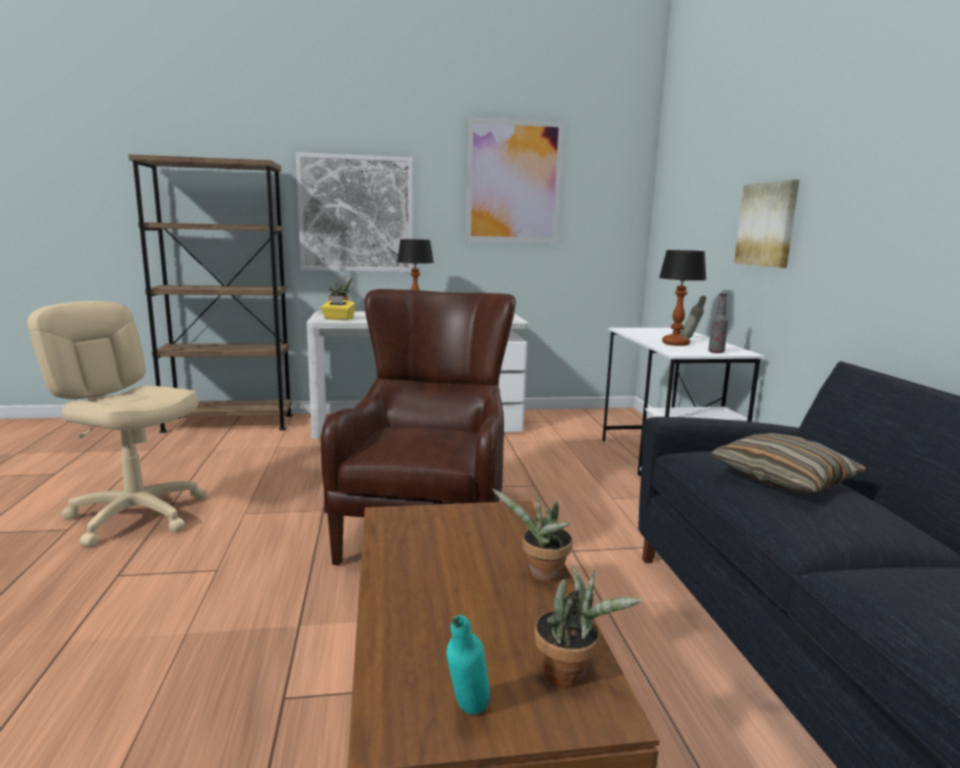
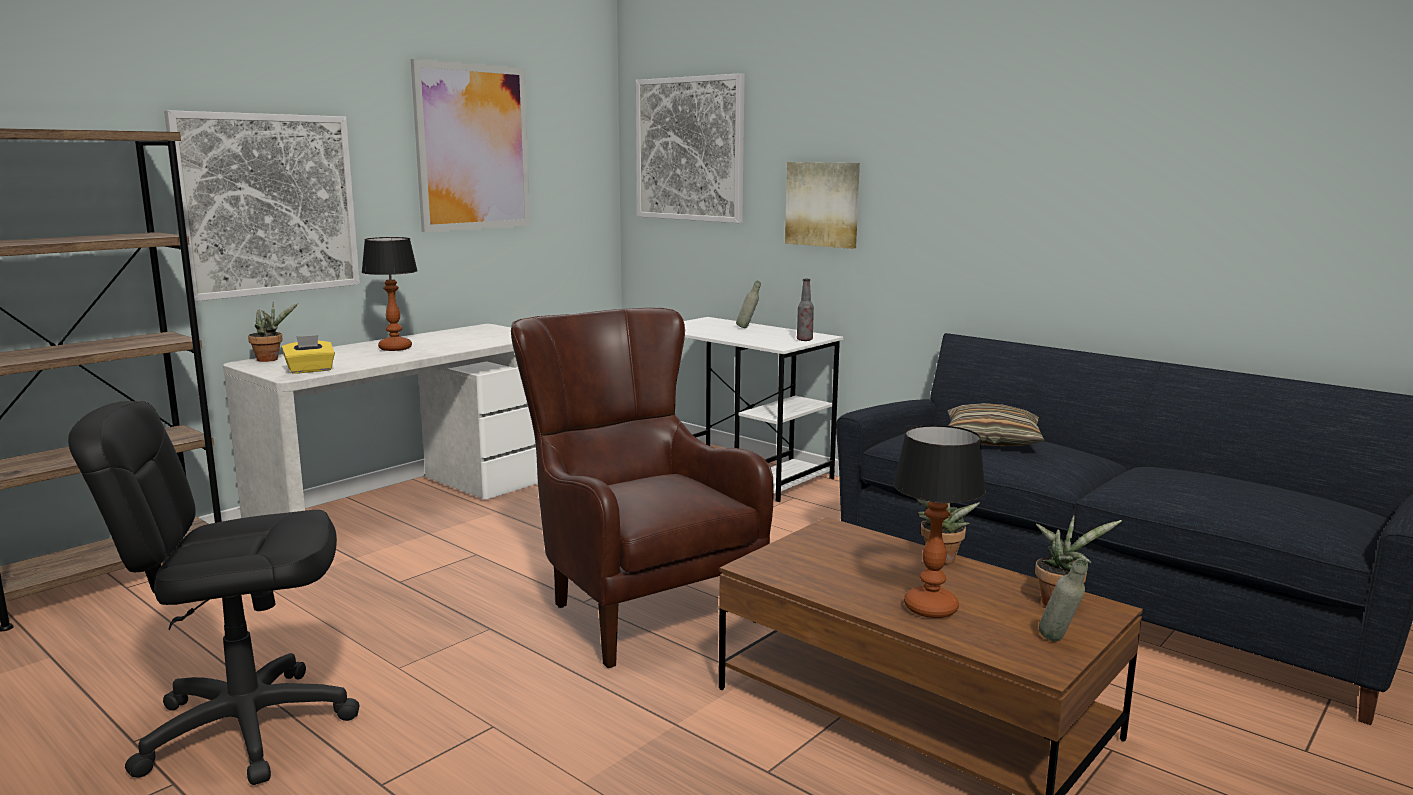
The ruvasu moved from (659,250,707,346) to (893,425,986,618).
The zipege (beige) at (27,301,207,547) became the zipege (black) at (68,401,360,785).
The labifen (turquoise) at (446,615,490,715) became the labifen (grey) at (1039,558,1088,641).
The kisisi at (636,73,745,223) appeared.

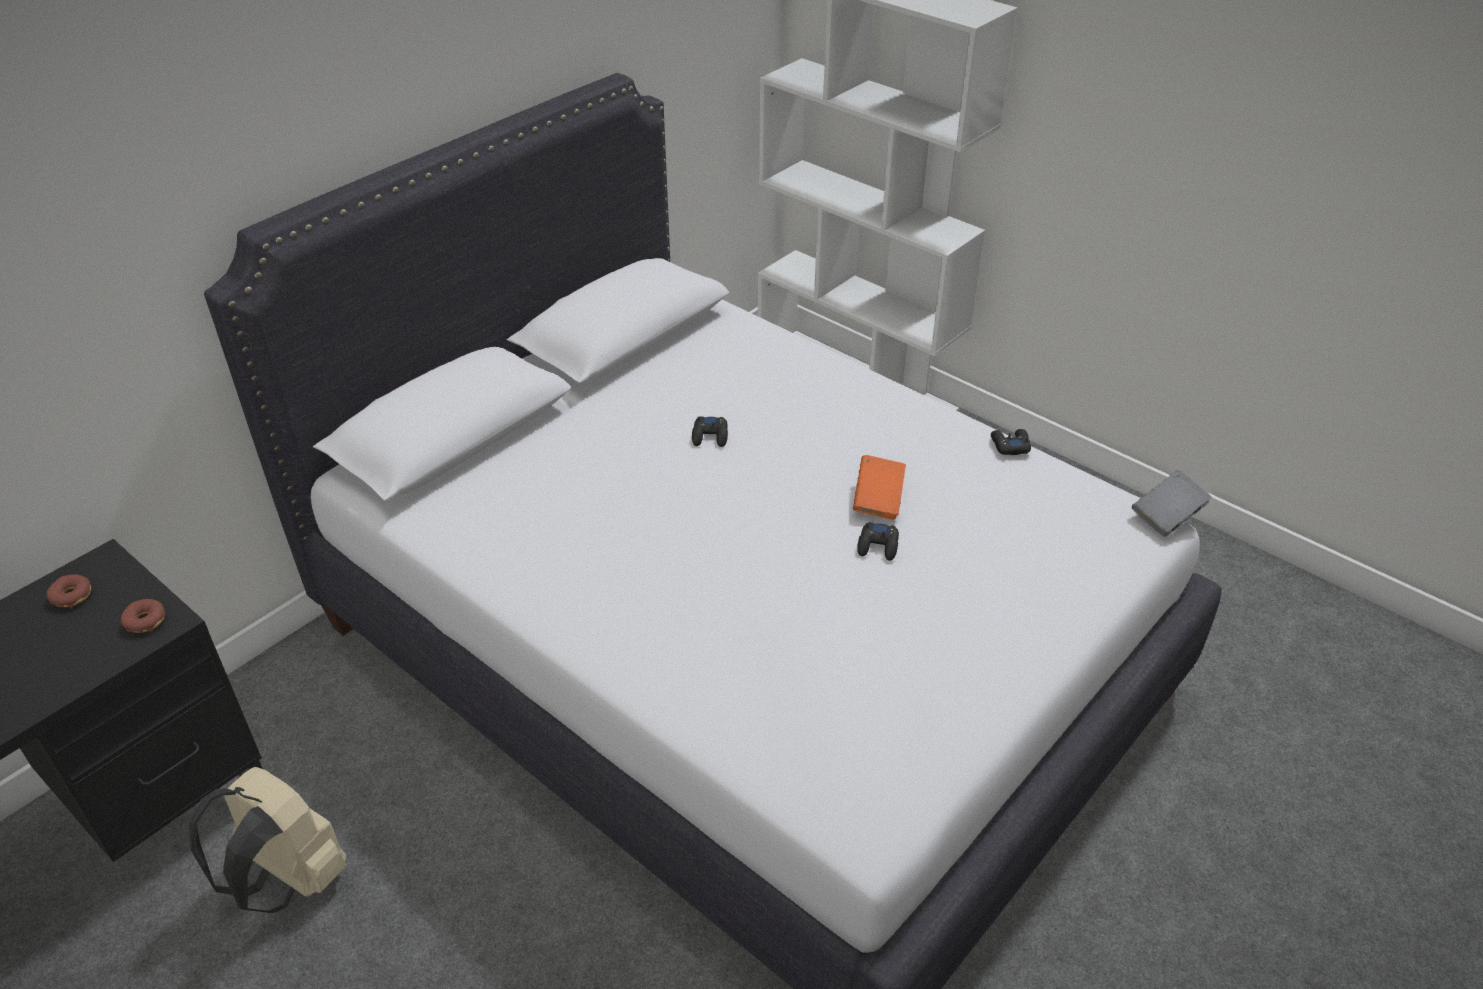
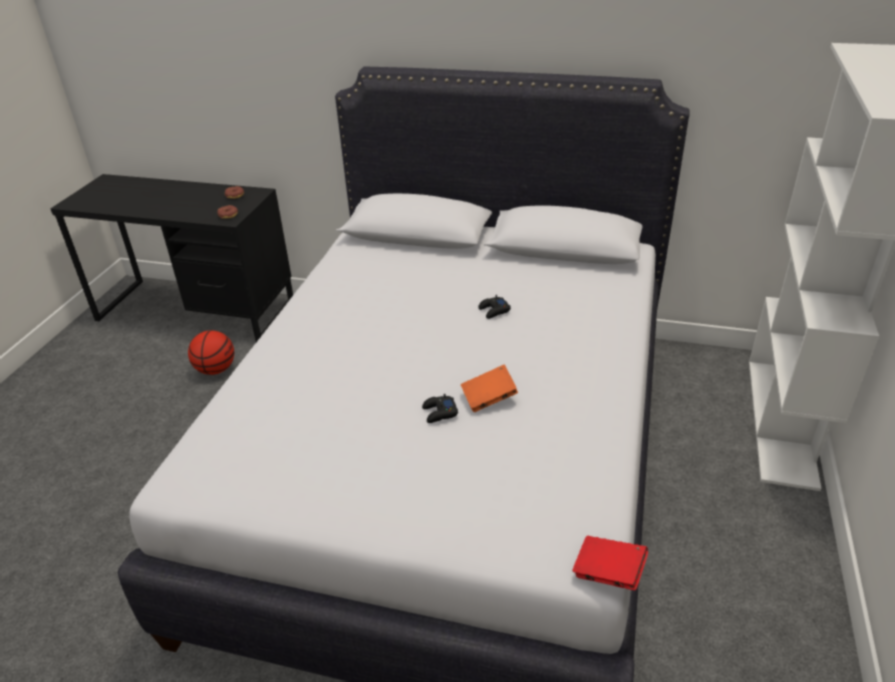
The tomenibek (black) at (991,429,1031,455) disappeared.
The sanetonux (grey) at (1132,470,1212,537) became the sanetonux (red) at (572,536,648,590).
The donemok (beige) at (189,767,347,913) was replaced by the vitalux at (188,330,234,375).

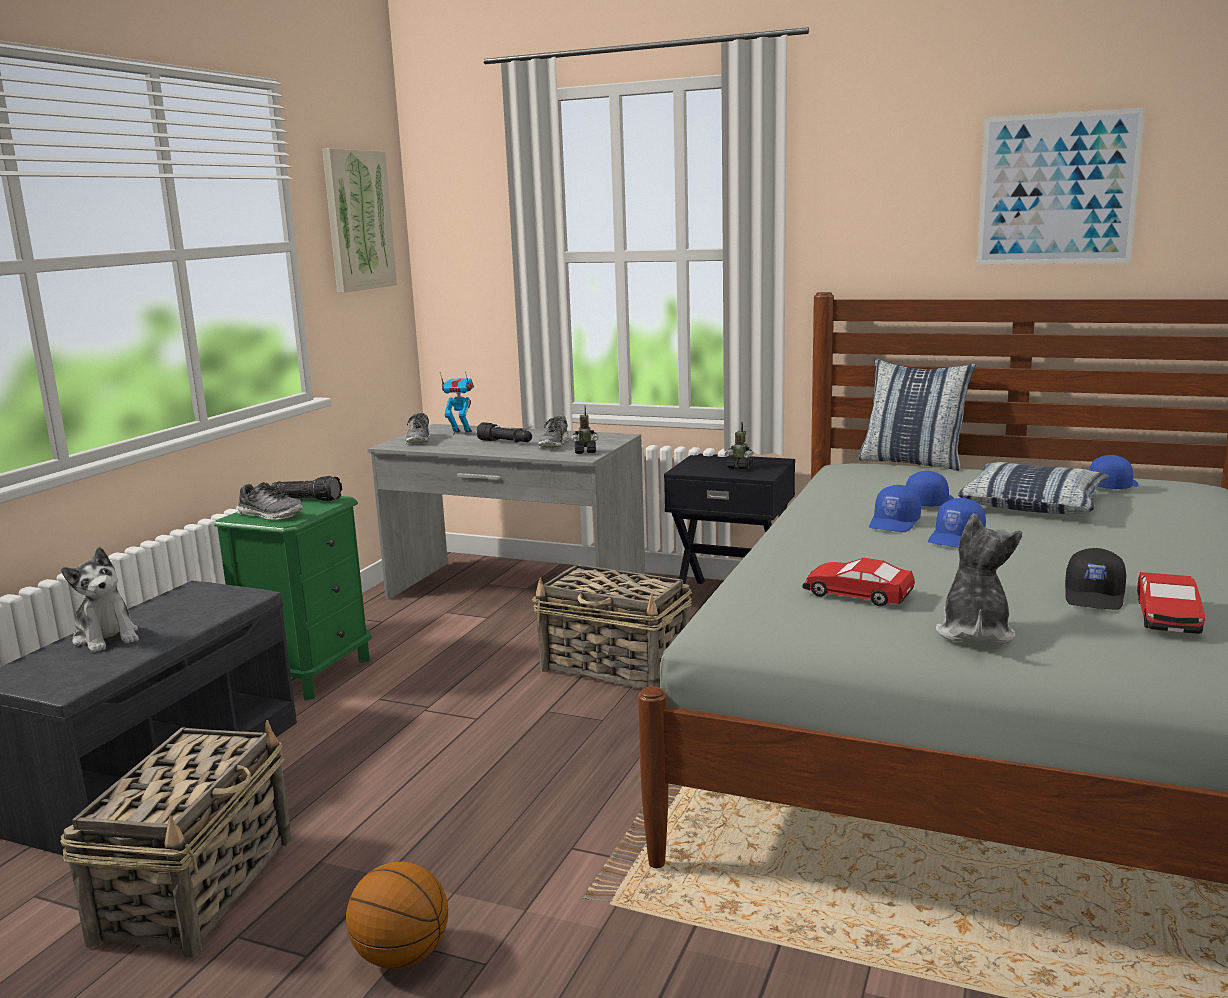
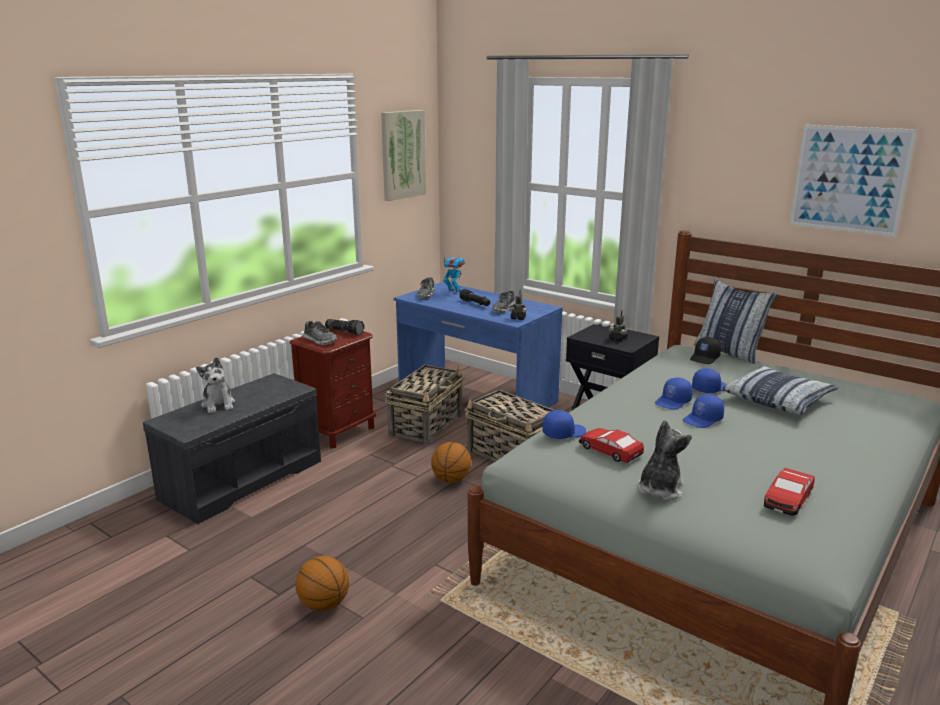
The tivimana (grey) at (367,424,645,600) became the tivimana (blue) at (394,282,563,408).
The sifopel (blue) moved from (1089,455,1139,489) to (542,410,586,439).
The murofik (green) at (214,496,372,700) became the murofik (brown) at (289,328,376,448).
The sifopel (black) moved from (1065,548,1126,610) to (690,337,721,364).
The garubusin moved from (60,720,292,958) to (385,364,463,446).
The vitalux at (431,442,471,483) appeared.

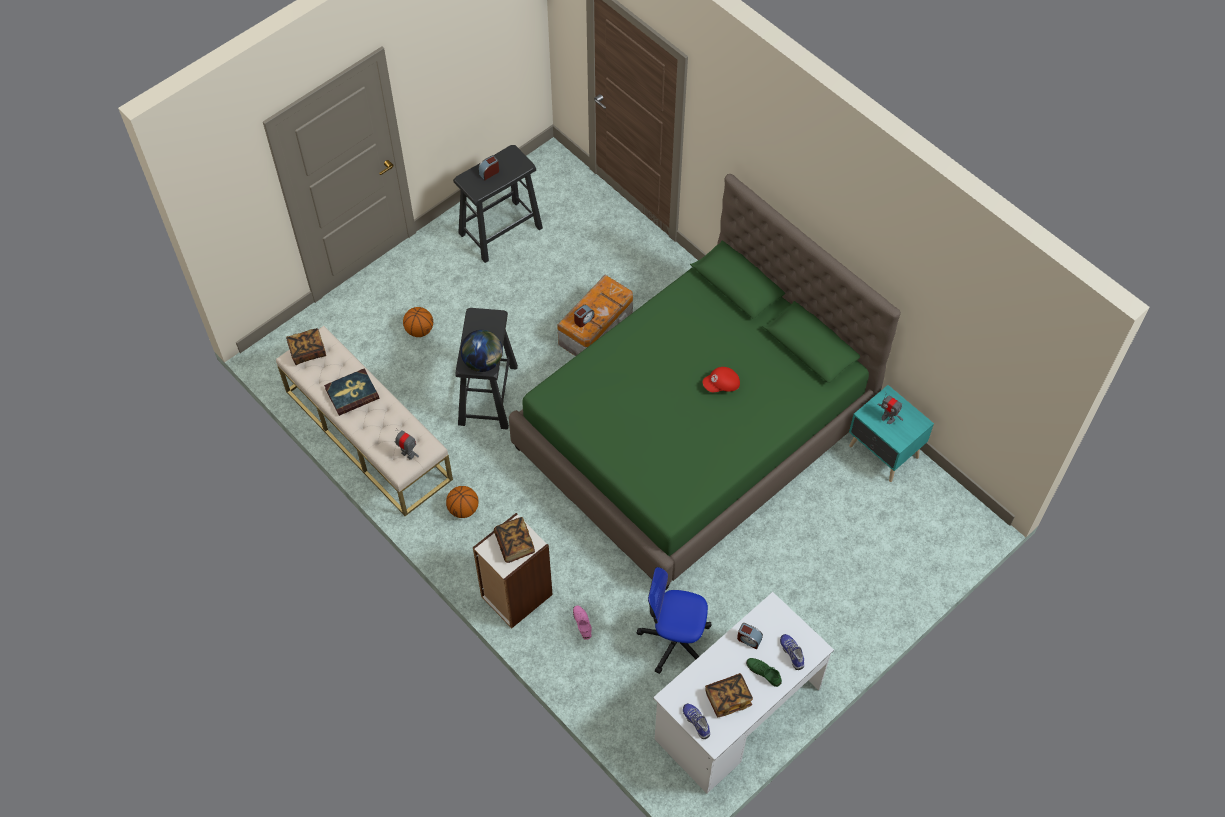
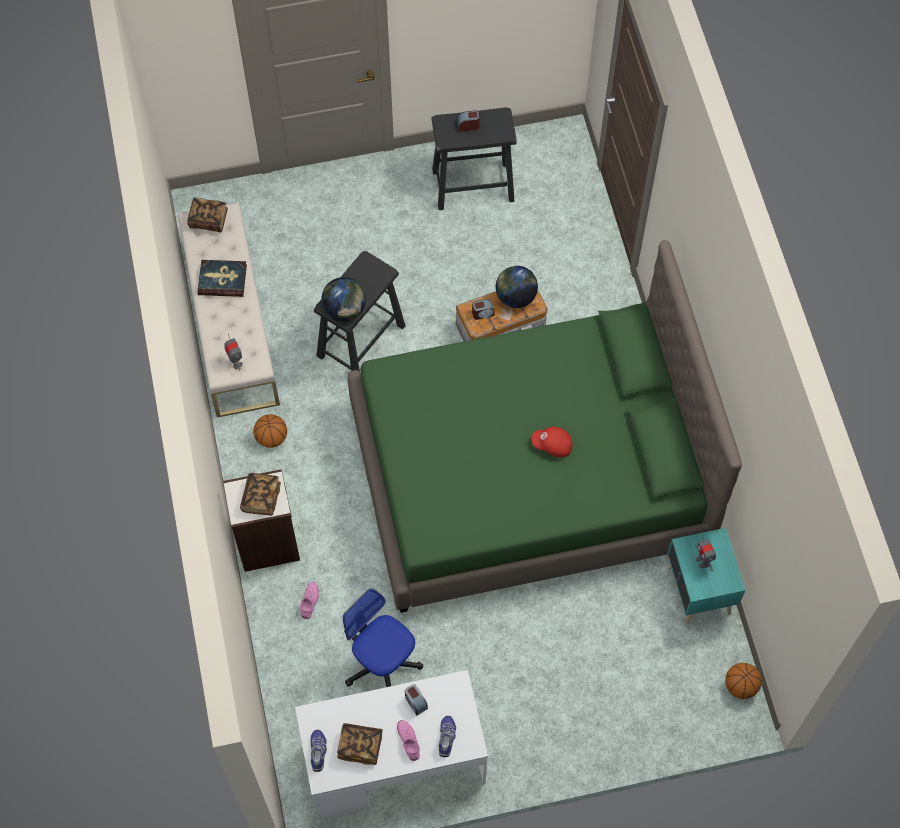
The vitalux moved from (403,307,433,337) to (725,663,762,699).
The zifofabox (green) at (746,658,782,687) became the zifofabox (pink) at (397,720,420,761).
The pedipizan at (496,266,538,308) appeared.

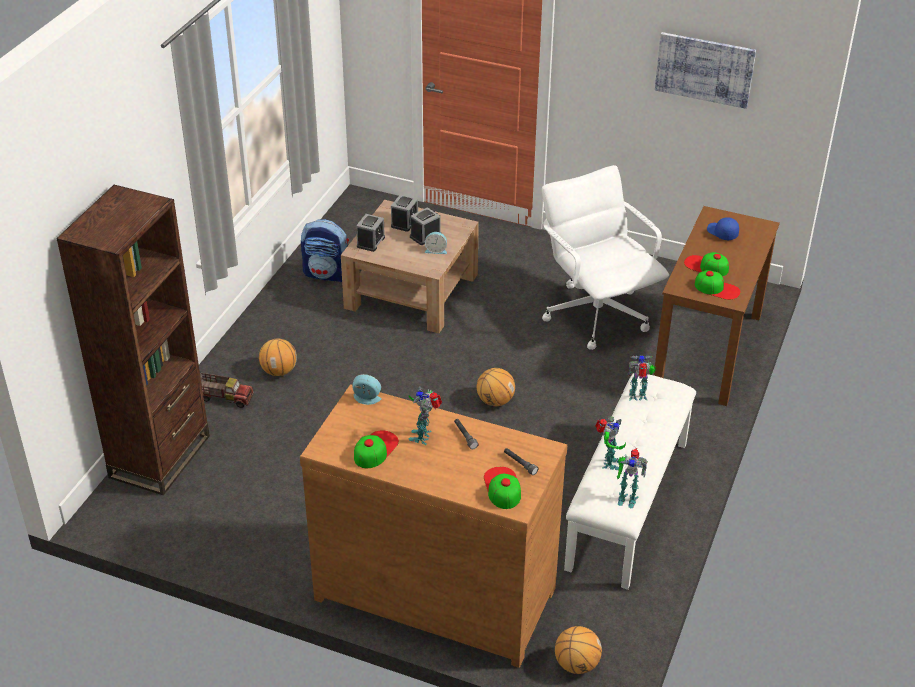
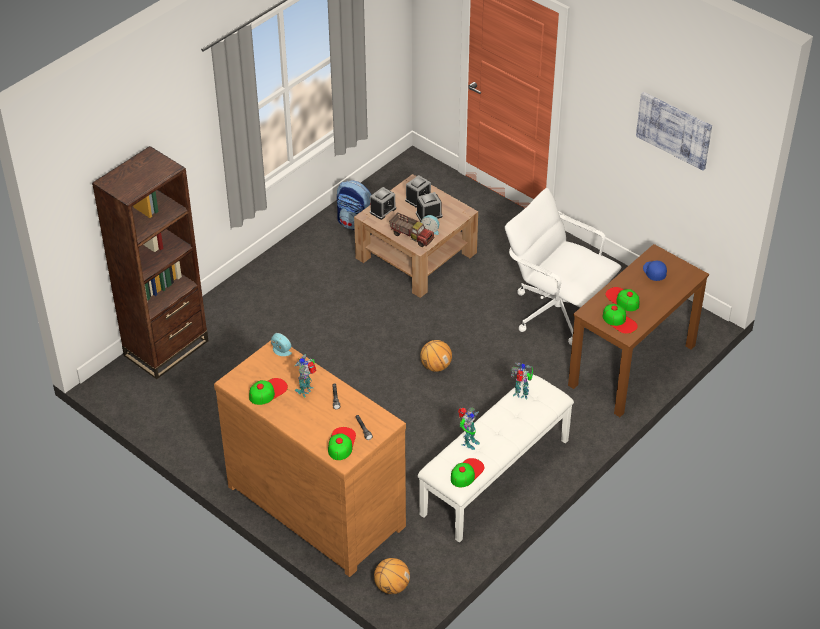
The zipege (white) at (542,165,669,350) turned 45 degrees counterclockwise.
The vitalux at (259,339,297,376) disappeared.
The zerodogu moved from (200,373,254,408) to (389,212,434,247).
The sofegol at (617,448,648,508) was replaced by the sifopel at (451,458,484,487).

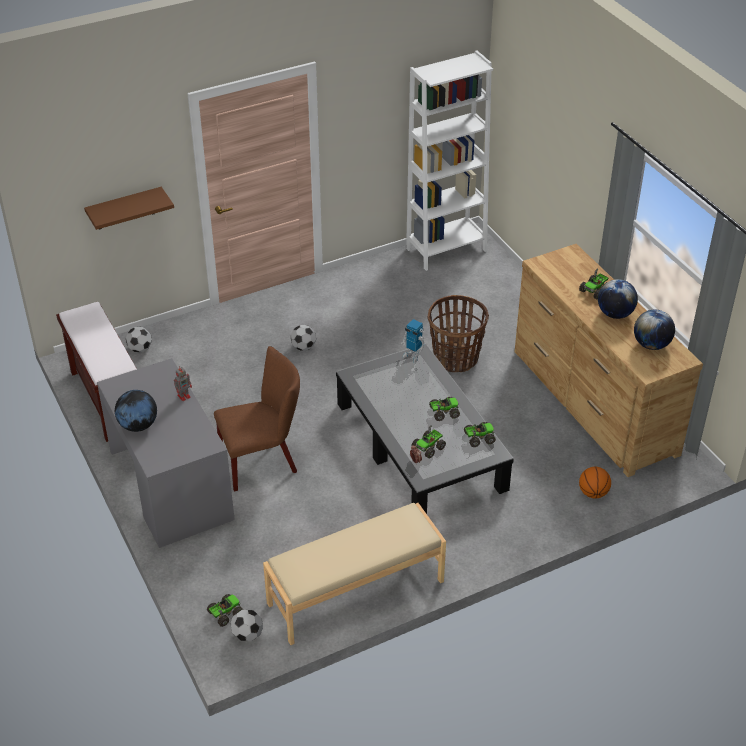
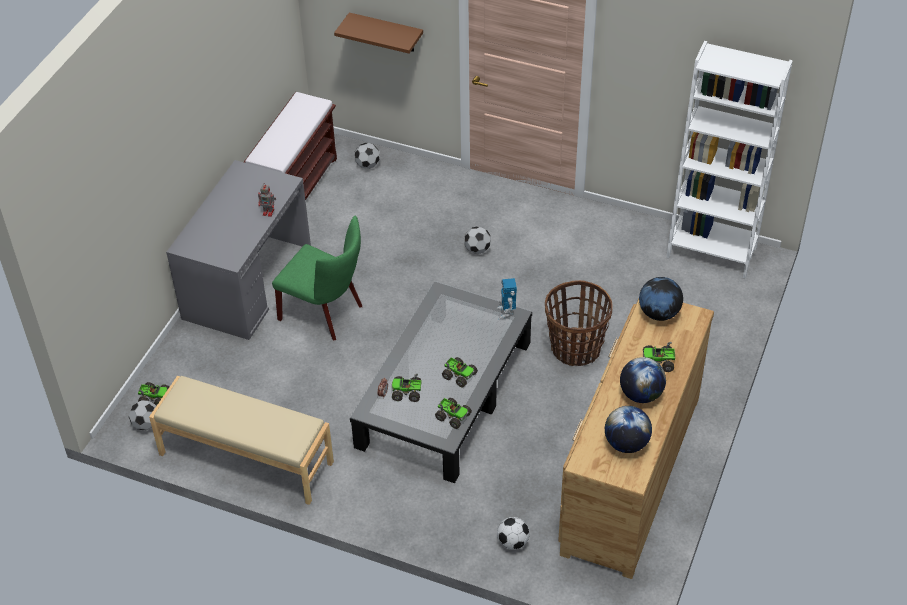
The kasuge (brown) at (214,346,300,492) became the kasuge (green) at (272,216,362,341).
The pedipizan moved from (115,390,157,432) to (639,277,683,321).
The vitalux at (579,467,611,498) was replaced by the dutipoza at (497,517,529,550).

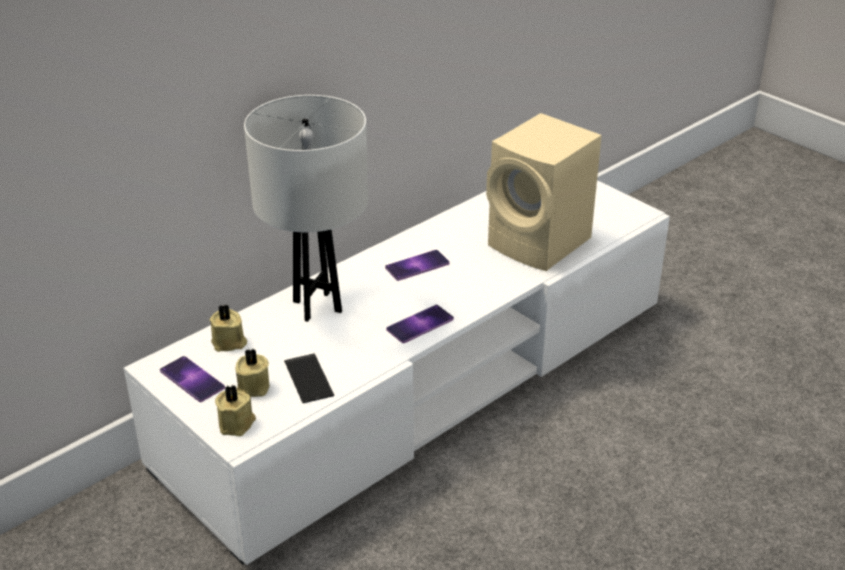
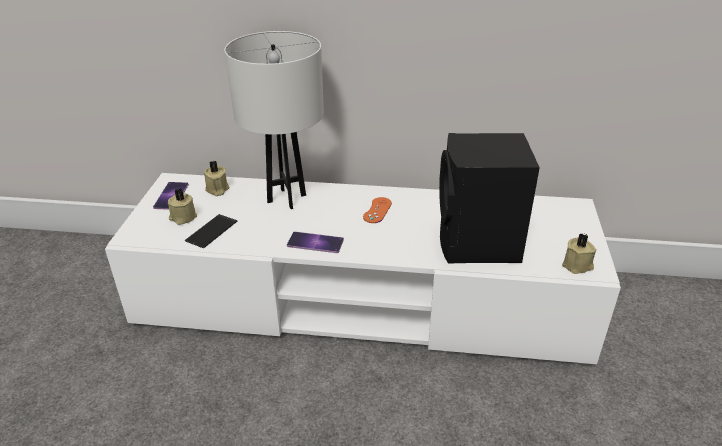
The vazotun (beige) at (486,113,602,271) became the vazotun (black) at (439,133,540,263).
The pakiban at (385,250,450,281) was replaced by the tomenibek (orange) at (363,197,392,223).
The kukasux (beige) moved from (215,384,256,436) to (562,233,596,274).

